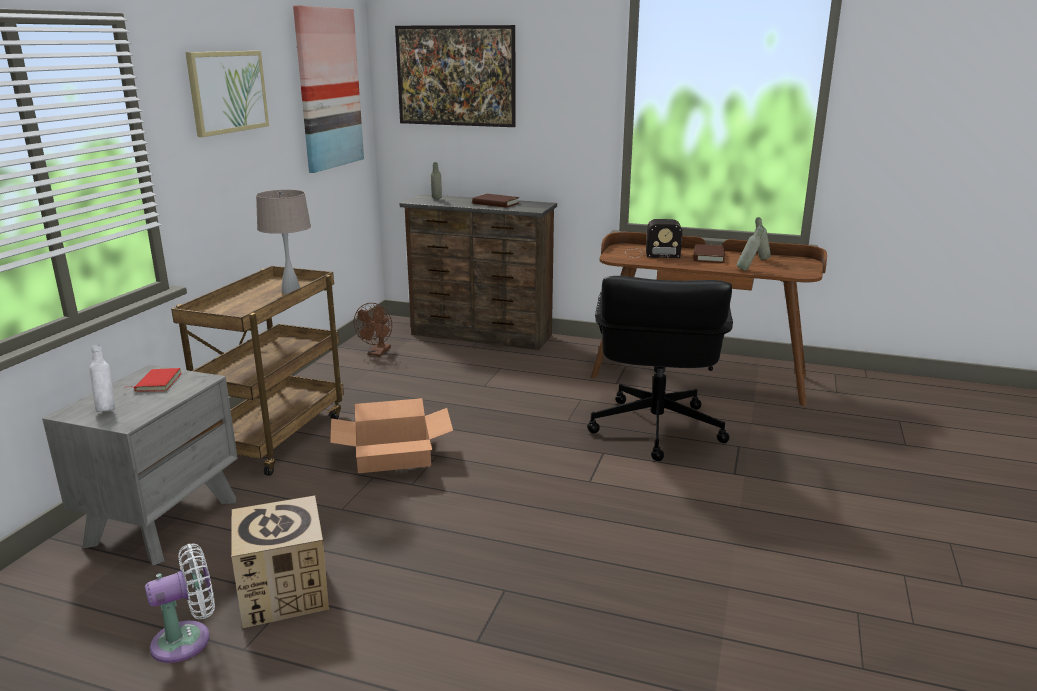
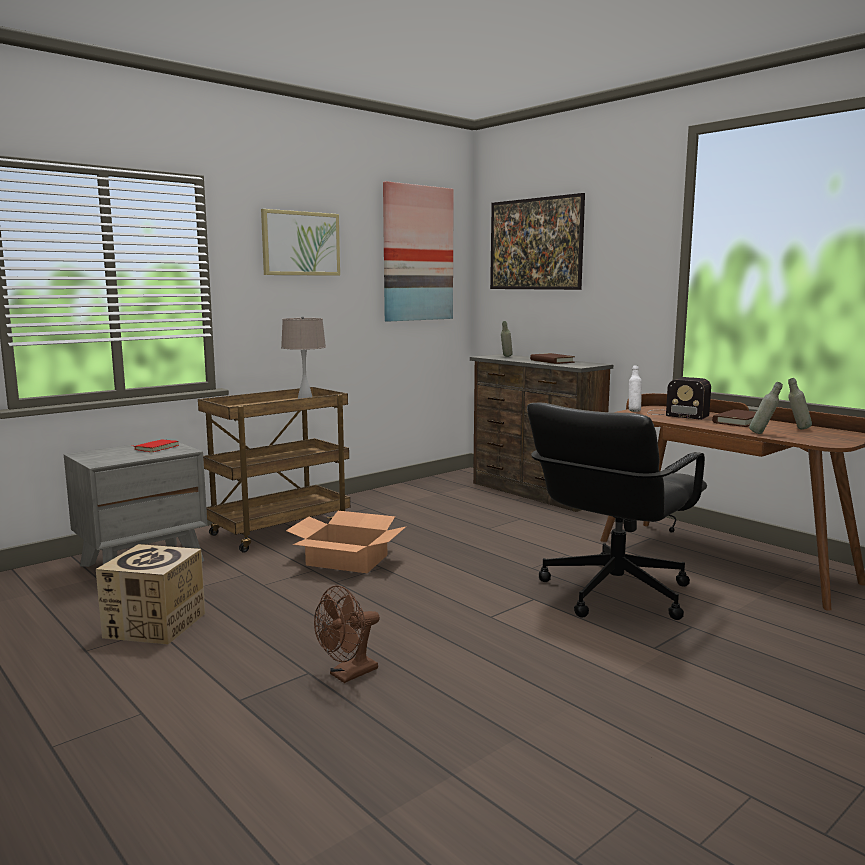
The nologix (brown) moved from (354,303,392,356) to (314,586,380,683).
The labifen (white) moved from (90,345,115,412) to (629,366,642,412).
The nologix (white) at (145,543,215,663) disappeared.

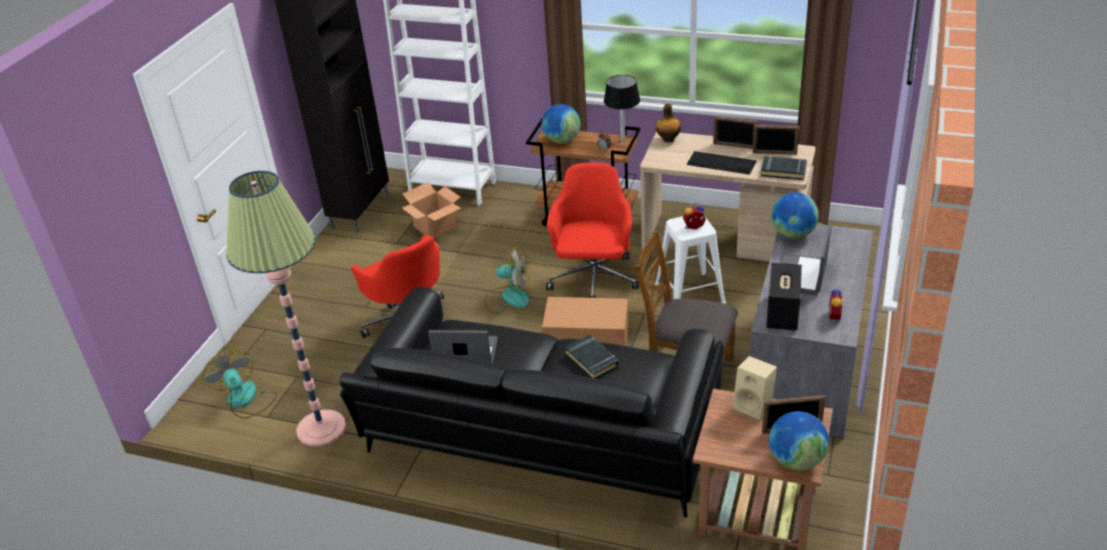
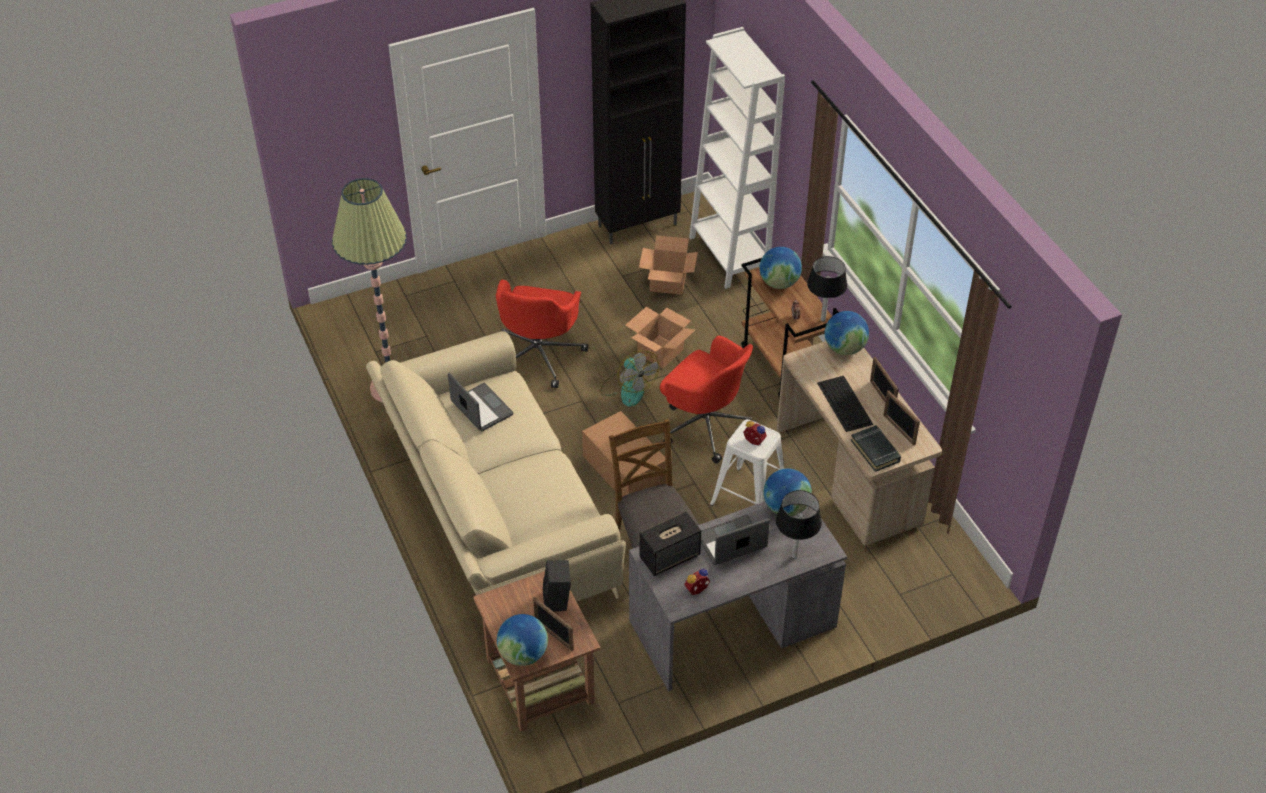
The labifen at (656,103,681,142) was replaced by the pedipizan at (825,311,869,355).
The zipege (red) at (546,162,639,298) turned 75 degrees clockwise.
The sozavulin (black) at (340,287,724,518) became the sozavulin (beige) at (366,331,626,602).
The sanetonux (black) at (564,335,619,379) disappeared.
The nologix at (203,350,277,418) disappeared.
The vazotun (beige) at (732,356,777,422) became the vazotun (black) at (543,560,571,612).
The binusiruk at (625,307,695,368) appeared.
The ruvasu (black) at (776,490,822,559) appeared.

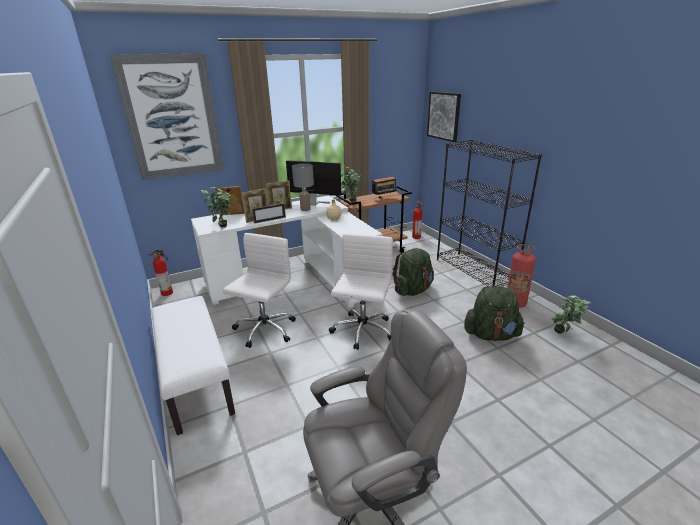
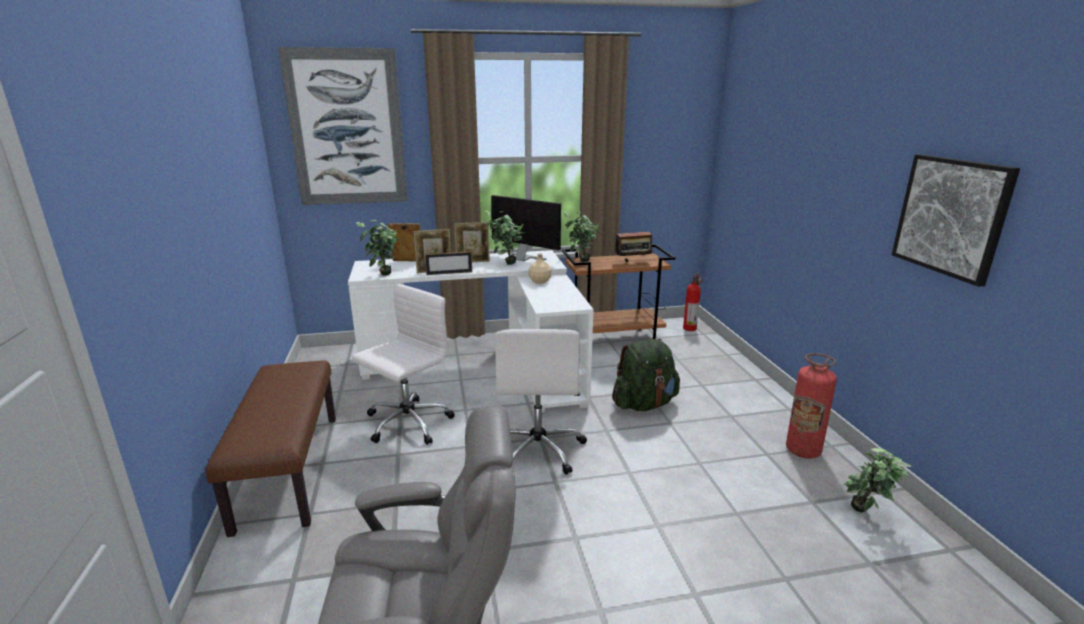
The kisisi moved from (427,92,461,142) to (892,154,1020,287).
The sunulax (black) at (437,140,542,287) disappeared.
The ruvasu (grey) at (292,163,314,211) was replaced by the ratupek at (485,211,524,265).
The zipege (white) at (329,233,393,350) turned 150 degrees clockwise.
The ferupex at (149,250,173,296) disappeared.
The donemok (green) at (464,286,525,341) disappeared.
The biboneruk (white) at (151,296,235,435) became the biboneruk (brown) at (206,360,336,537).

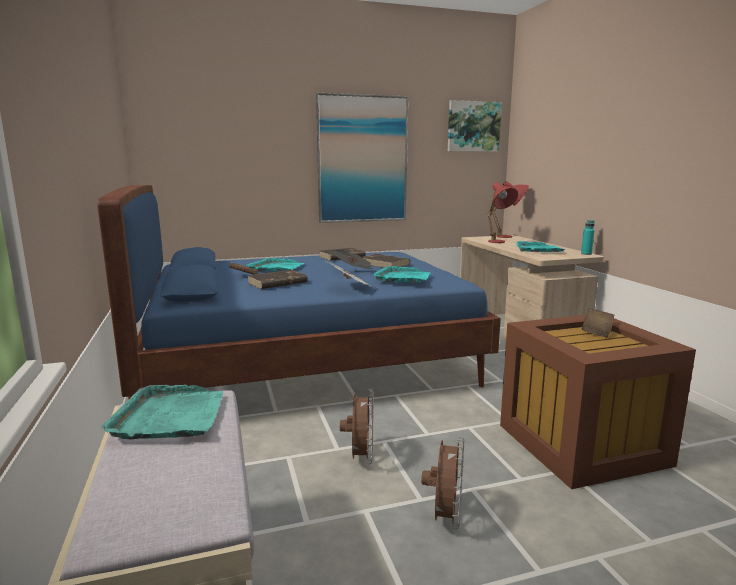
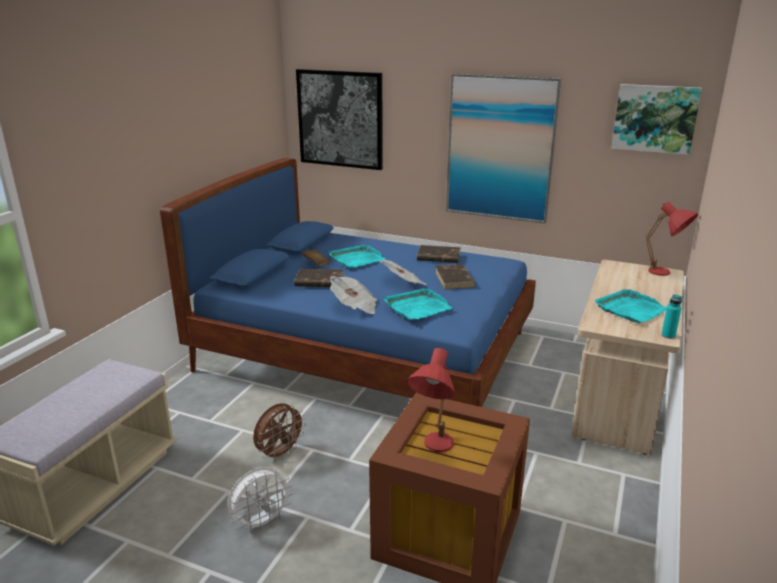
The ruvasu (red) moved from (487,182,518,243) to (407,348,454,452).
The sanetonux (brown) at (582,308,614,338) disappeared.
The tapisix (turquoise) at (101,385,224,439) disappeared.
The nologix (brown) at (421,437,464,529) became the nologix (white) at (227,467,293,534).
The kisisi at (296,69,383,170) appeared.

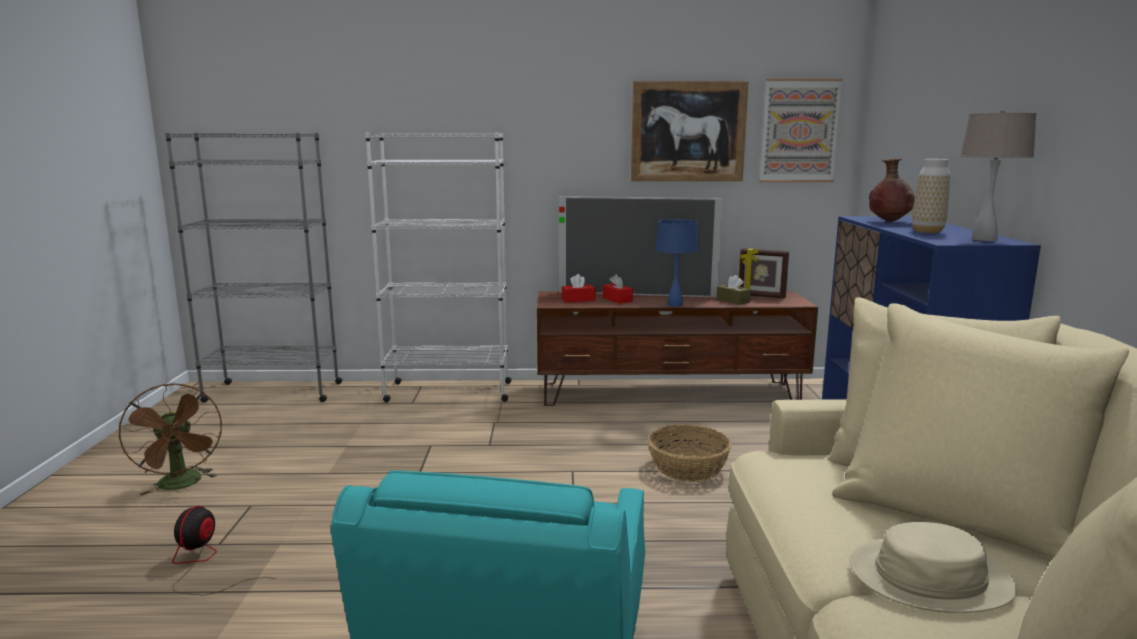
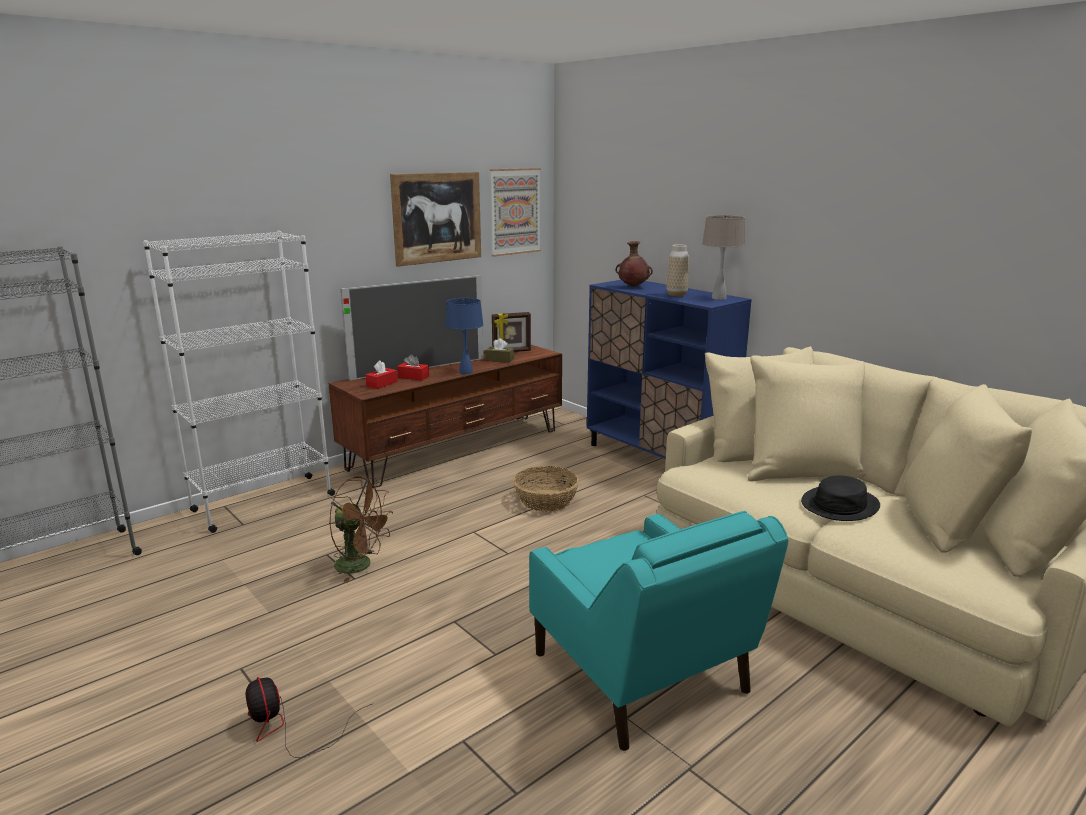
The nologix (brown) moved from (119,383,222,495) to (329,476,393,583).
The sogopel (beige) at (850,522,1017,613) became the sogopel (black) at (801,475,880,521).

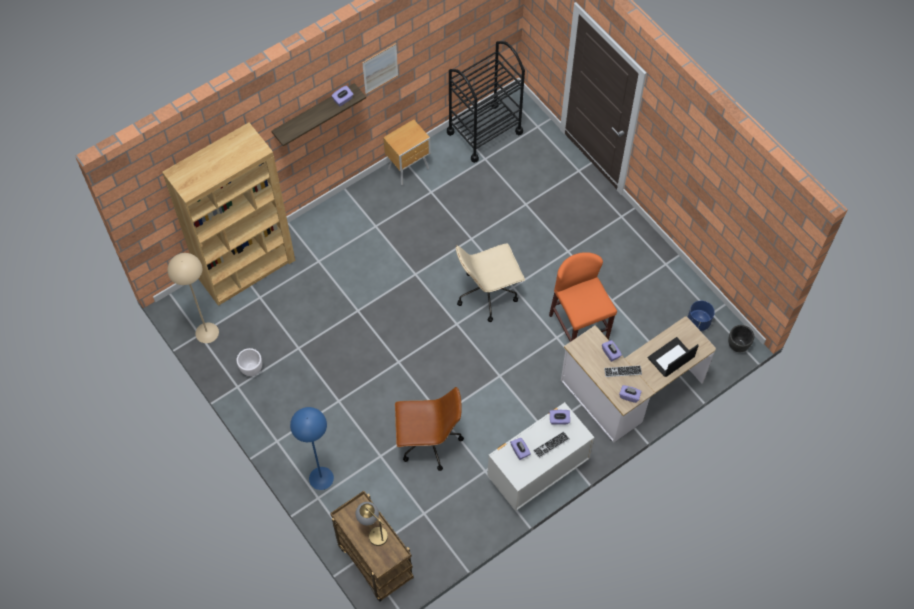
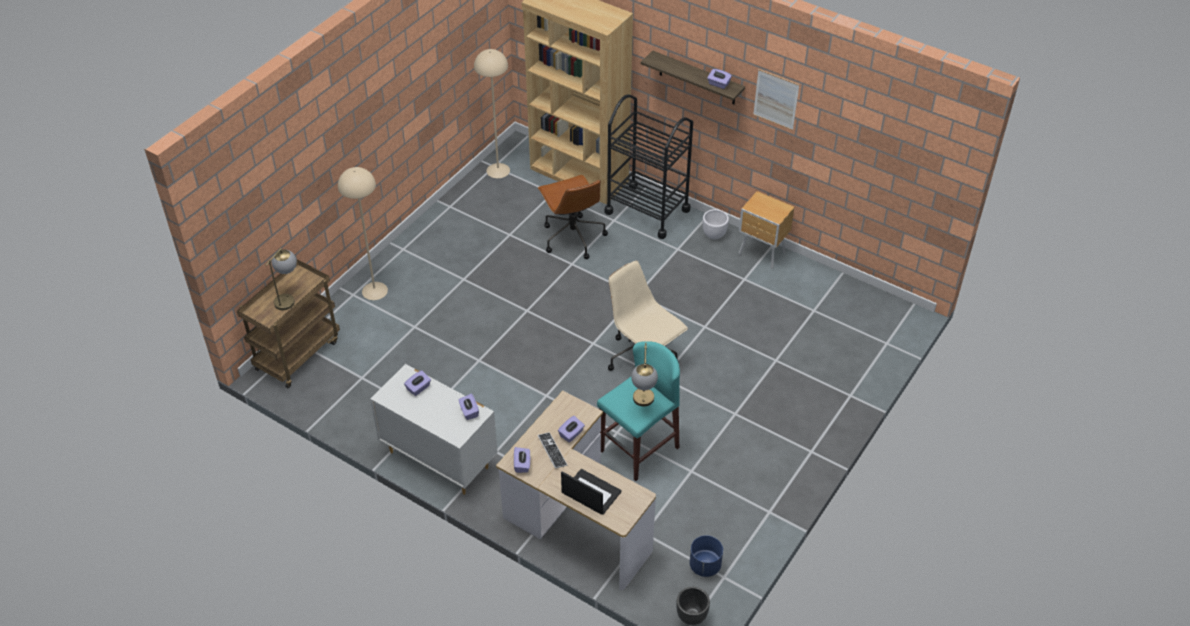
The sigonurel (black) moved from (447,41,525,163) to (604,94,693,239).
The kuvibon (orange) at (549,252,617,342) became the kuvibon (turquoise) at (597,341,680,481).
The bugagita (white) moved from (237,348,262,376) to (703,209,729,240).
The zipege (brown) moved from (395,387,464,471) to (538,175,608,259).
The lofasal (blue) at (290,407,334,490) became the lofasal (beige) at (338,167,388,300).
The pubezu at (533,431,570,458) disappeared.
The ruvasu at (631,342,658,407) appeared.

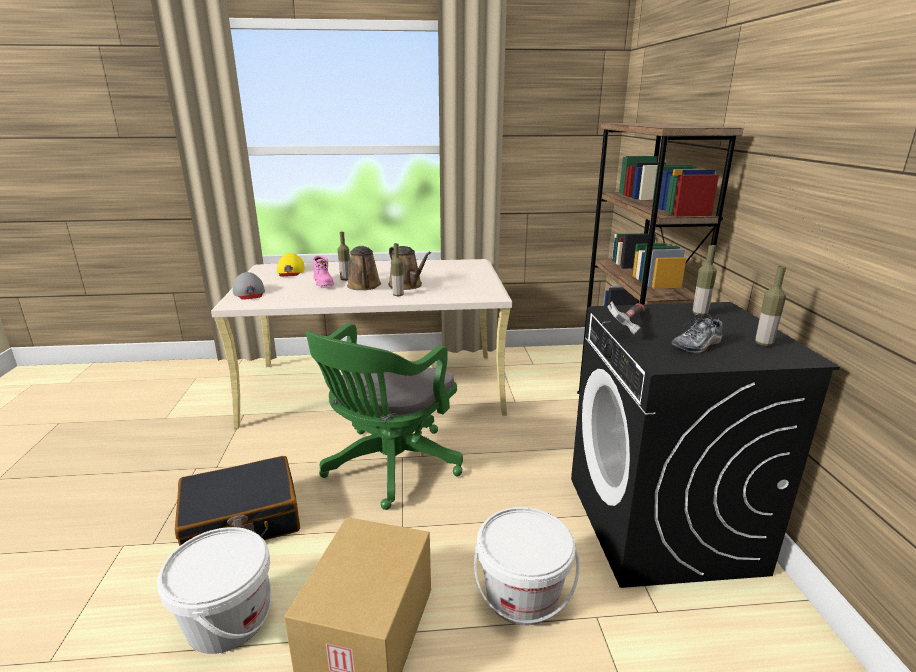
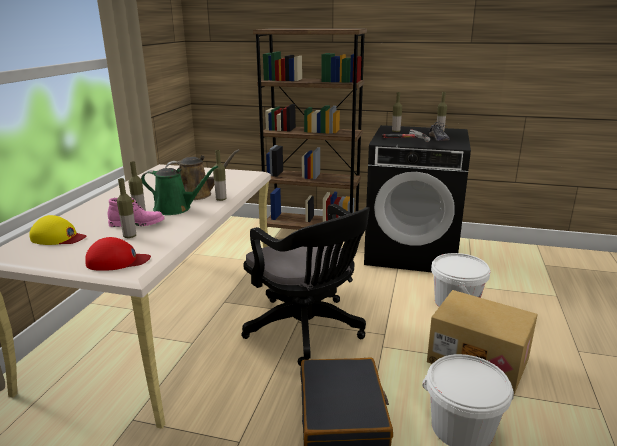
The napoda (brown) at (347,245,381,290) became the napoda (green) at (141,166,218,215).
The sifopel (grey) at (233,272,265,300) became the sifopel (red) at (85,237,151,271).
The zipege (green) at (306,323,463,510) became the zipege (black) at (241,204,370,366).
The labifen at (117,178,136,238) appeared.

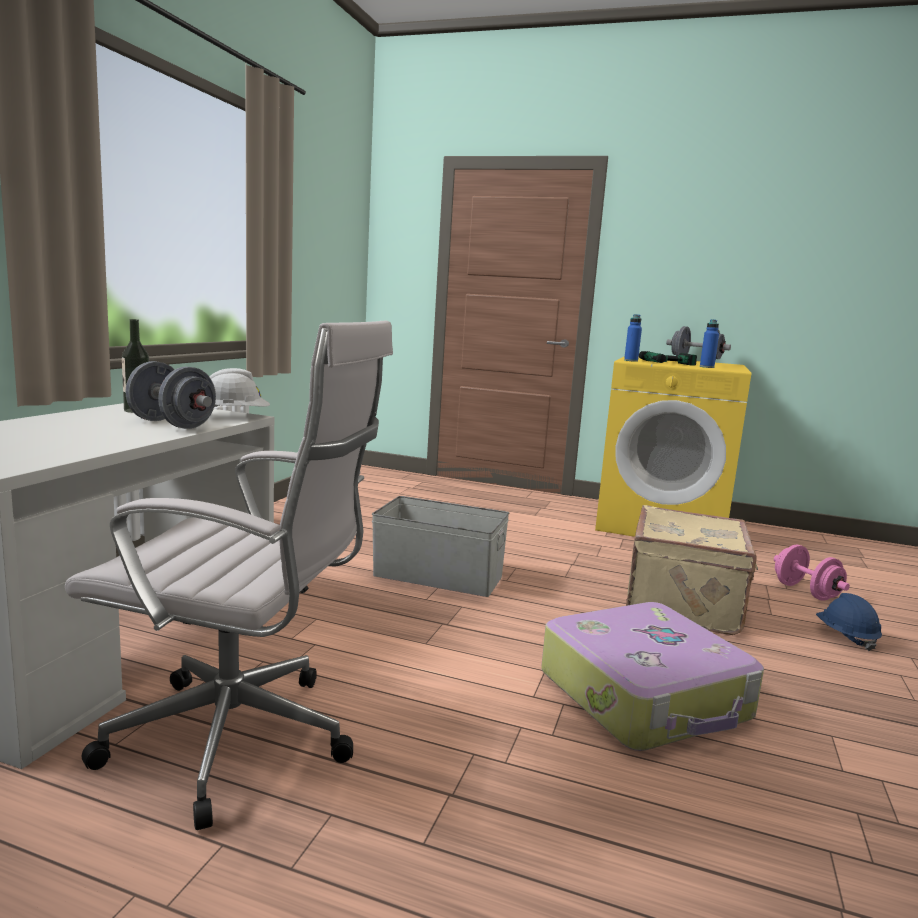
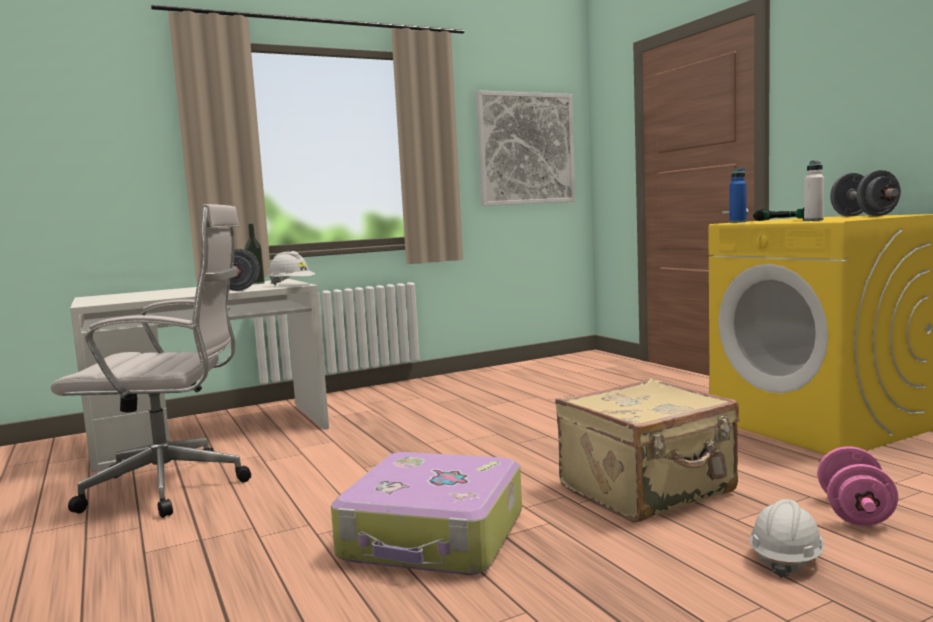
The labifen (blue) at (700,319,719,368) became the labifen (white) at (804,160,824,221).
The zipege (white) at (65,321,393,830) turned 60 degrees counterclockwise.
The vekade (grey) at (372,496,509,597) disappeared.
The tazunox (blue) at (816,593,882,651) became the tazunox (white) at (749,499,824,578).
The kisisi at (476,91,575,206) appeared.

